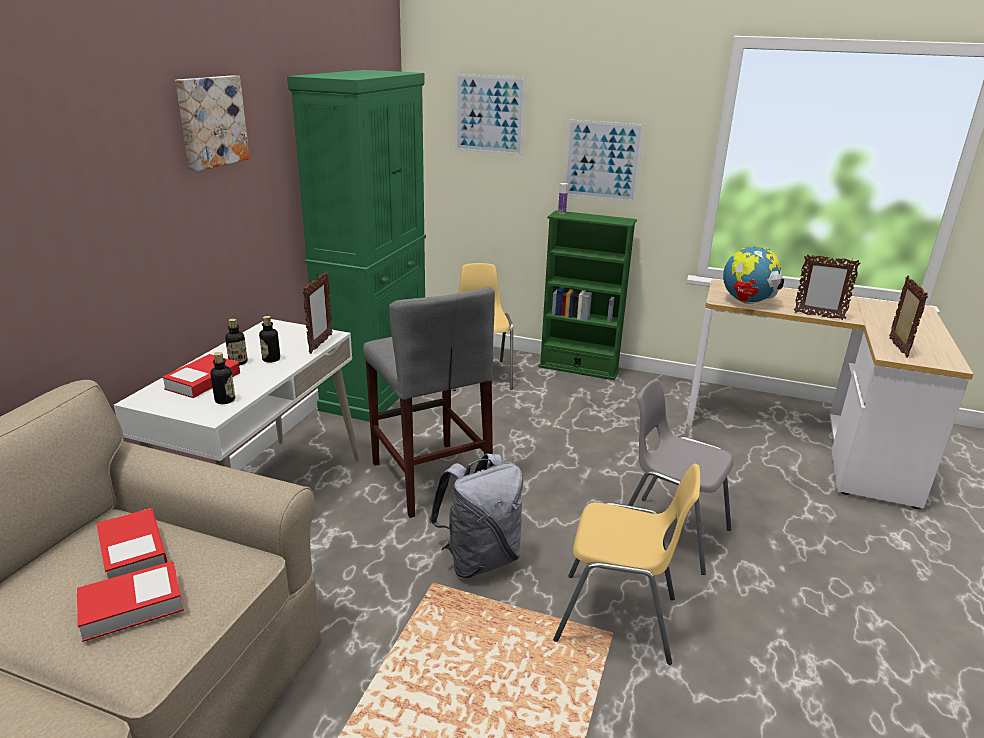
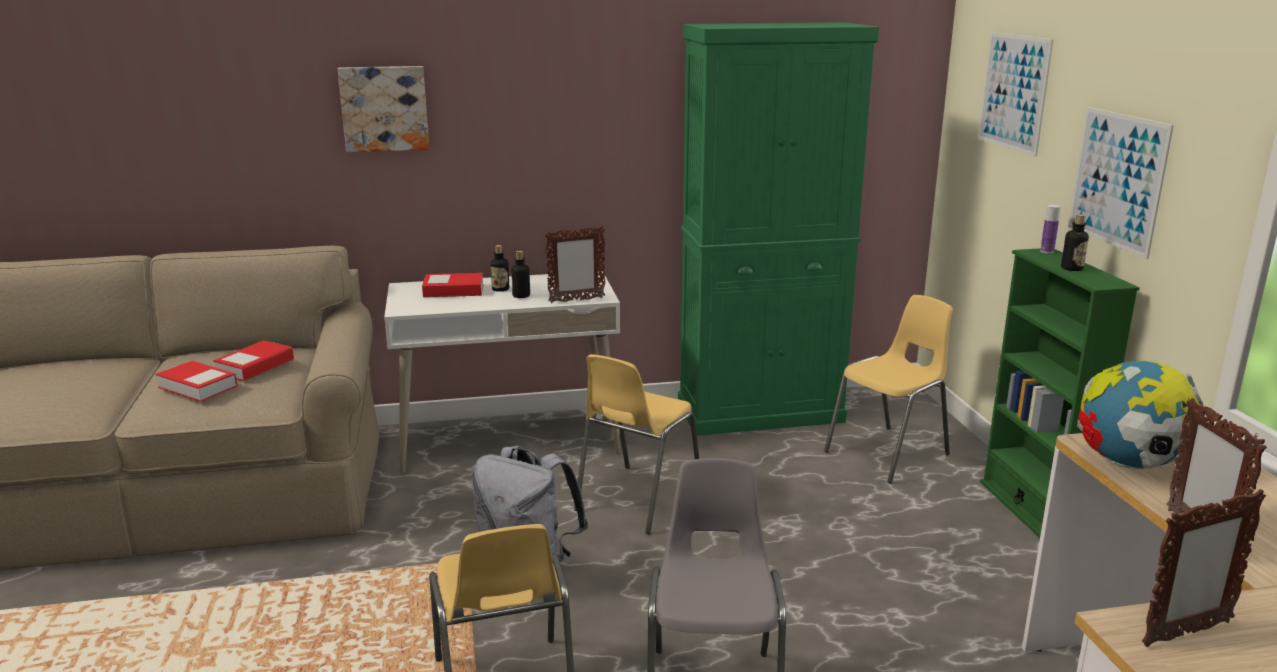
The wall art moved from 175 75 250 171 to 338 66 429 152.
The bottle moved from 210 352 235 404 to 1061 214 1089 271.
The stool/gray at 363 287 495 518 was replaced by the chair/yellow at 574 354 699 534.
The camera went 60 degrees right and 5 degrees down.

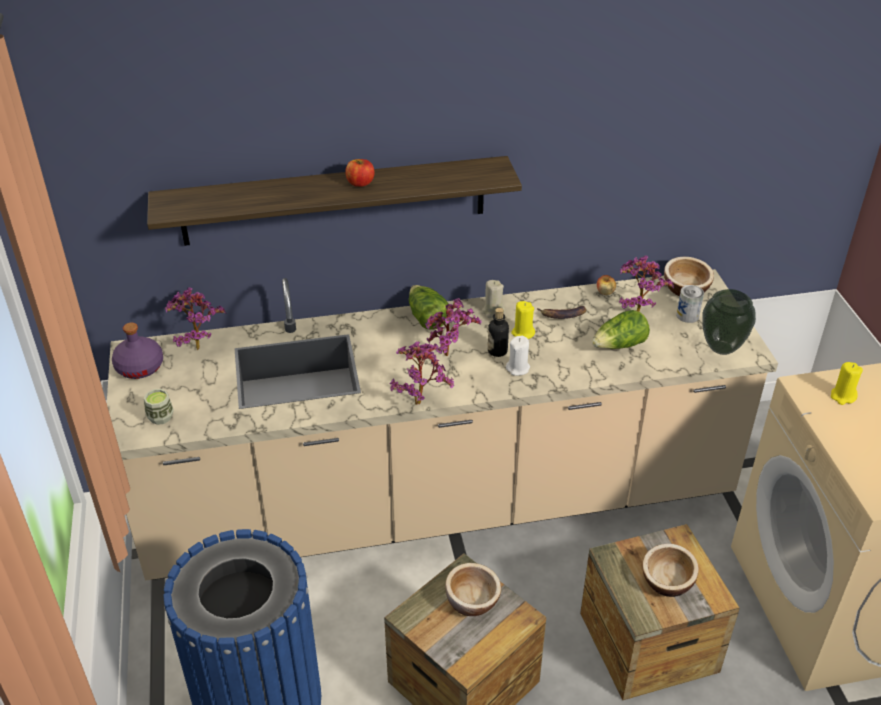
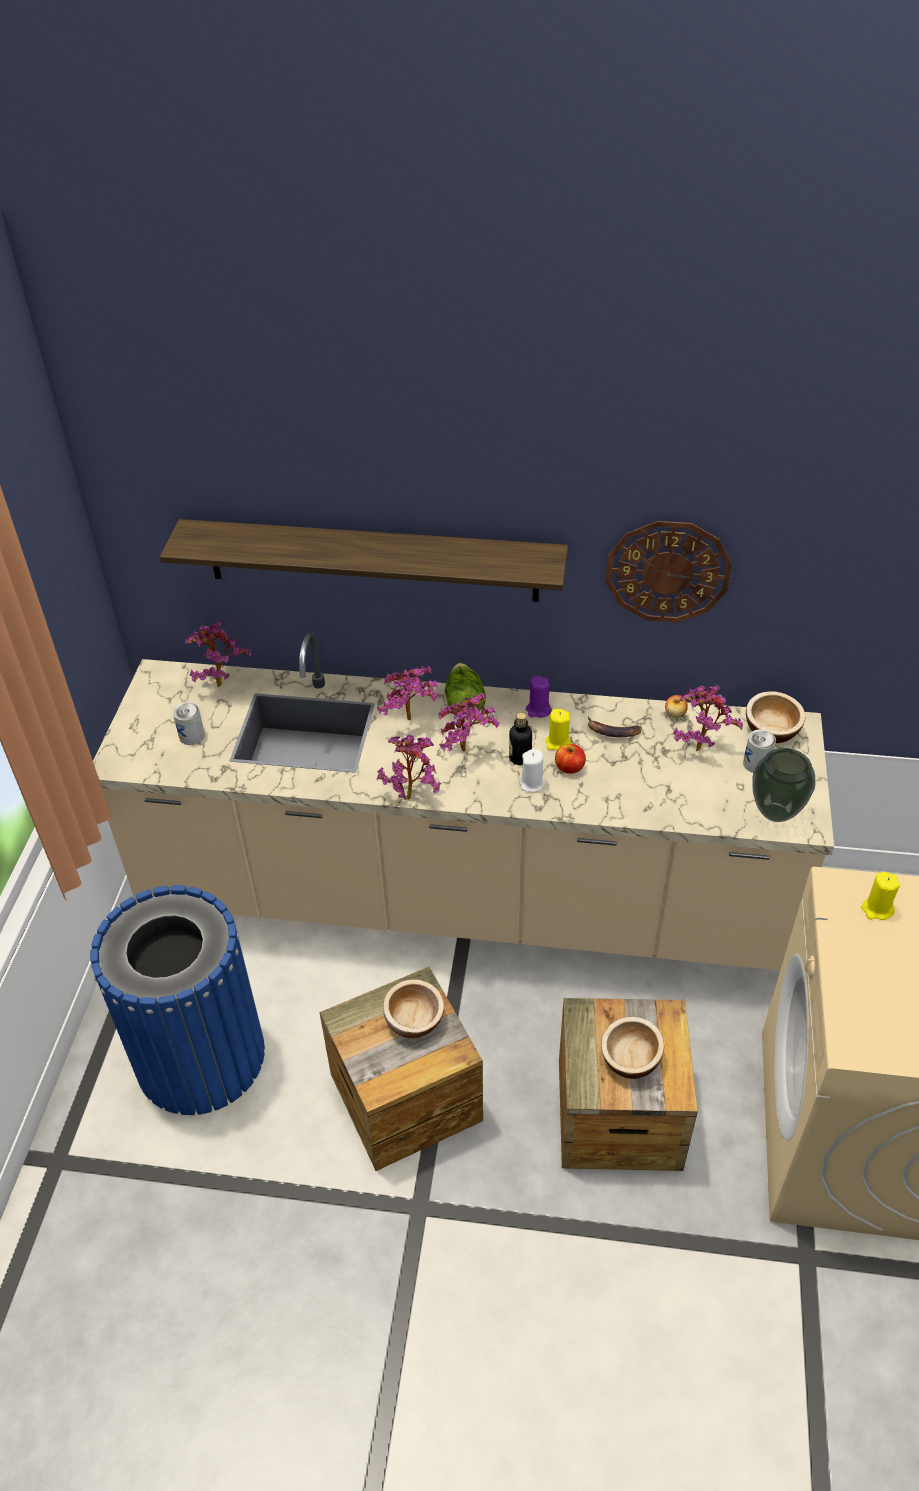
The bottle/purplish at 112 323 163 379 disappeared.
The drinking cup at 144 389 174 425 disappeared.
The lettuce head at 592 310 650 349 disappeared.
The metal can at 173 702 205 745 appeared.
The potted plant at 377 665 438 721 appeared.
The clock on the wall at 606 521 732 623 appeared.
The apple fruit moved from 345 159 375 187 to 555 744 586 774.
The wax candle/sand-coloured at 482 280 505 318 became the wax candle/purplish at 526 676 552 718.
The camera went 20 degrees right and 5 degrees up.

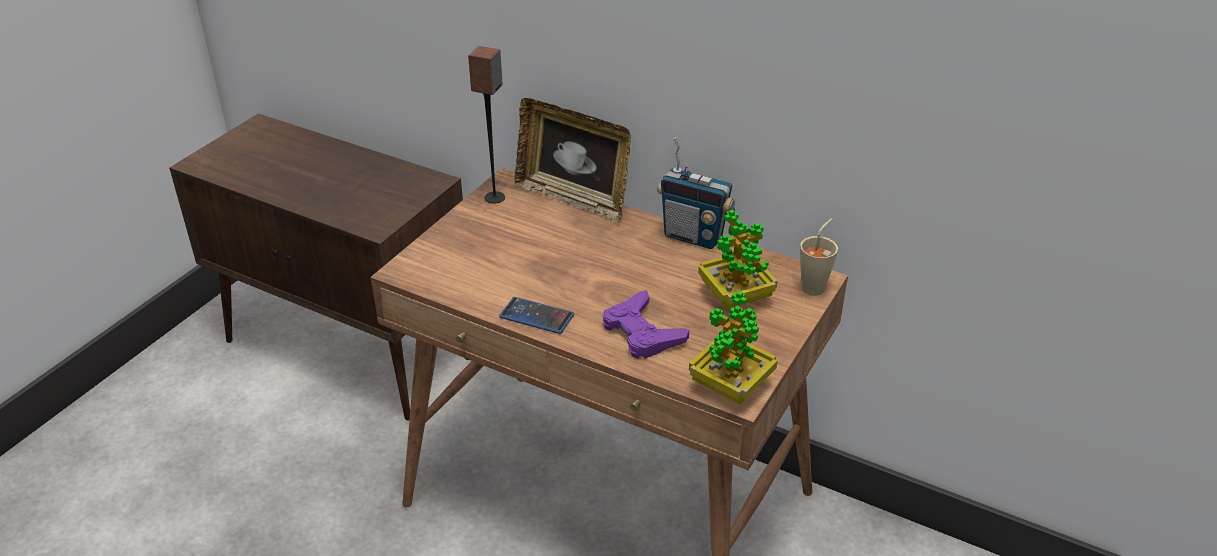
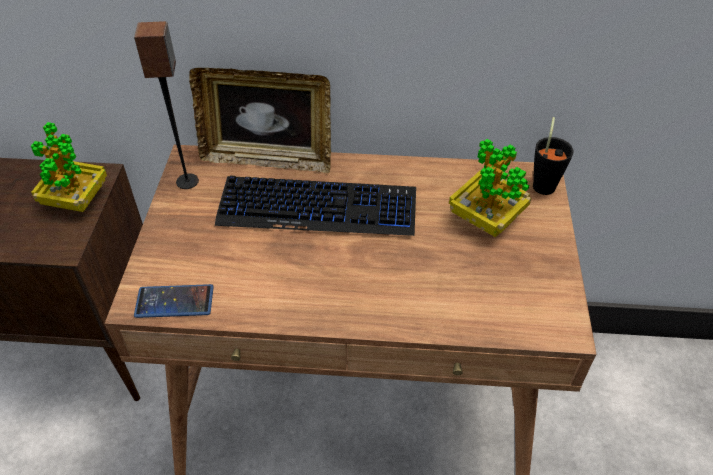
The gamepad/purplish at 603 290 689 359 disappeared.
The radio receiver at 657 137 735 249 disappeared.
The keyboard at 215 175 416 236 appeared.
The handset moved from 499 297 574 334 to 134 284 214 318.
The potted plant moved from 689 291 777 404 to 31 122 107 212.
The drinking cup/sand-coloured at 800 218 838 296 became the drinking cup/black at 533 117 574 195.
The camera went 25 degrees left and 10 degrees up.

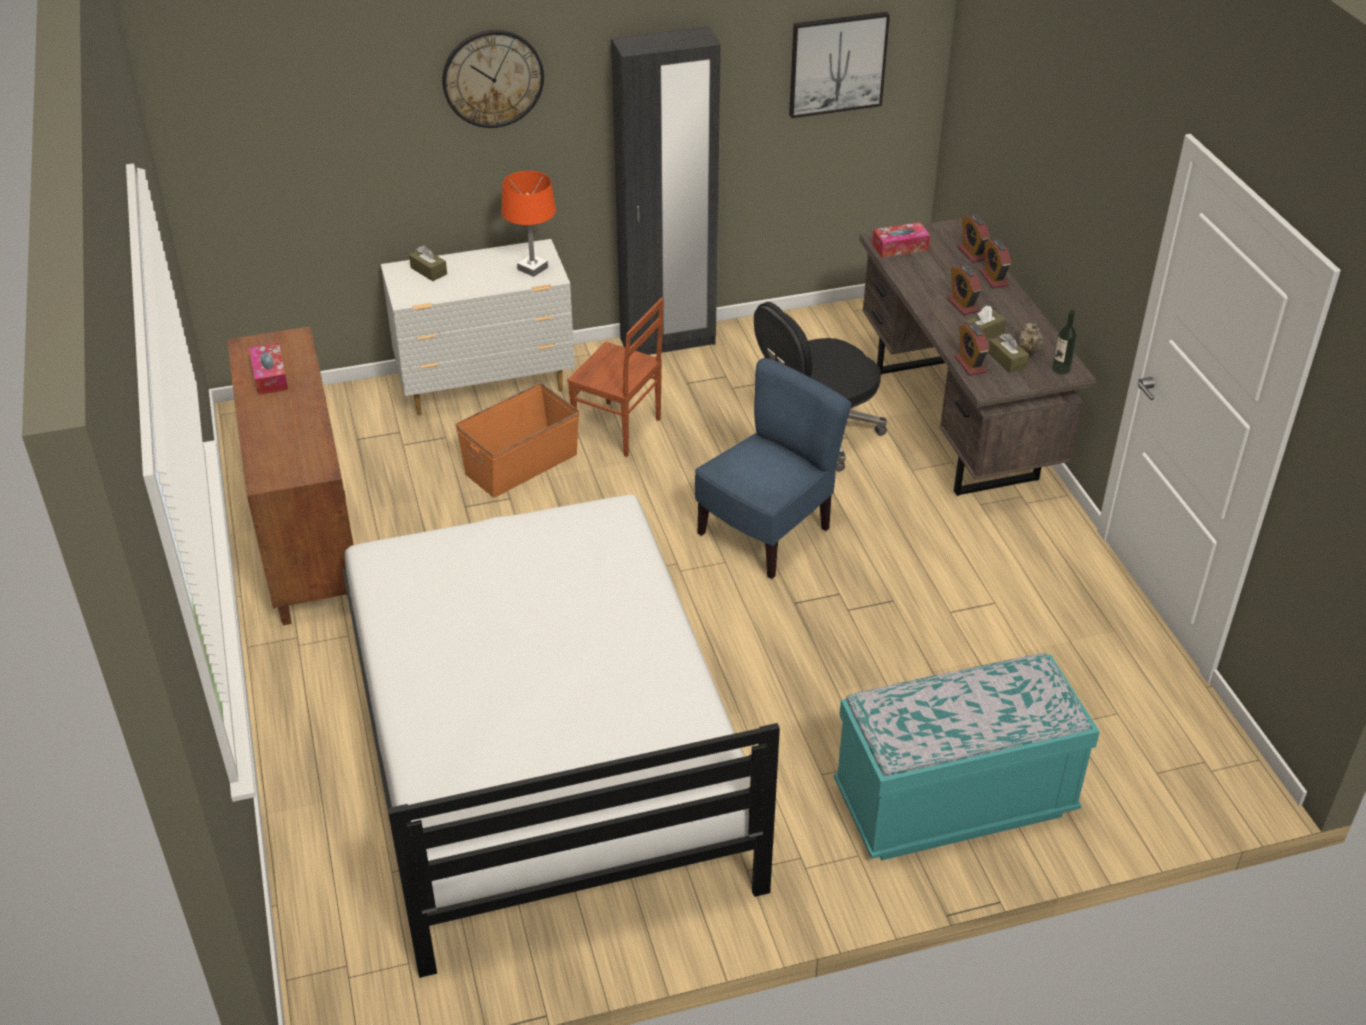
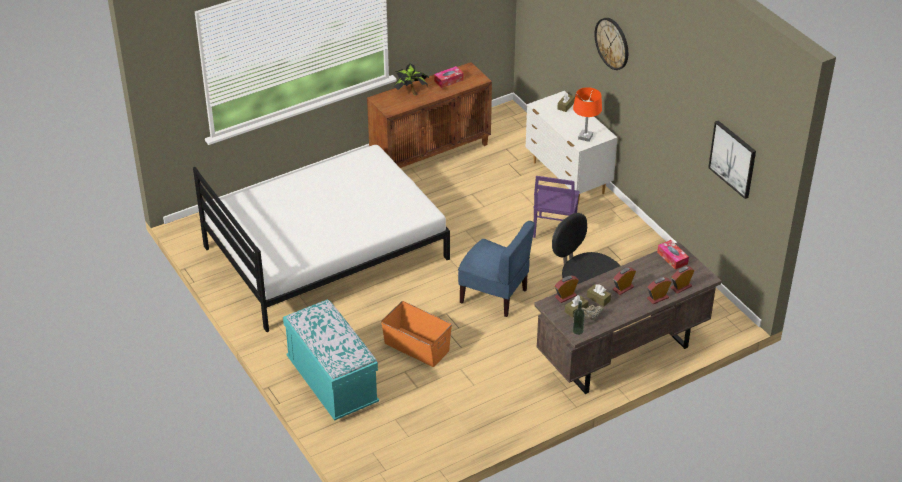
The clothes cupboard/black at 611 26 721 355 disappeared.
The potted plant at 394 64 429 96 appeared.
The storage box/orange moved from 456 383 579 498 to 381 301 452 367.
The chair/brown-coloured at 567 298 664 457 became the chair/purplish at 533 176 580 238.
The camera went 75 degrees right and 0 degrees up.

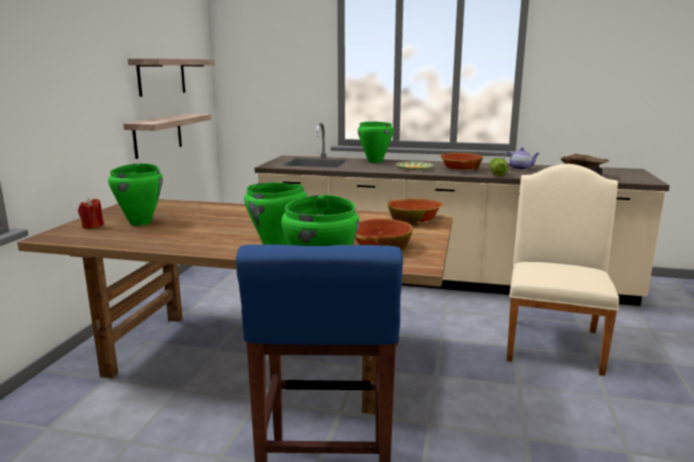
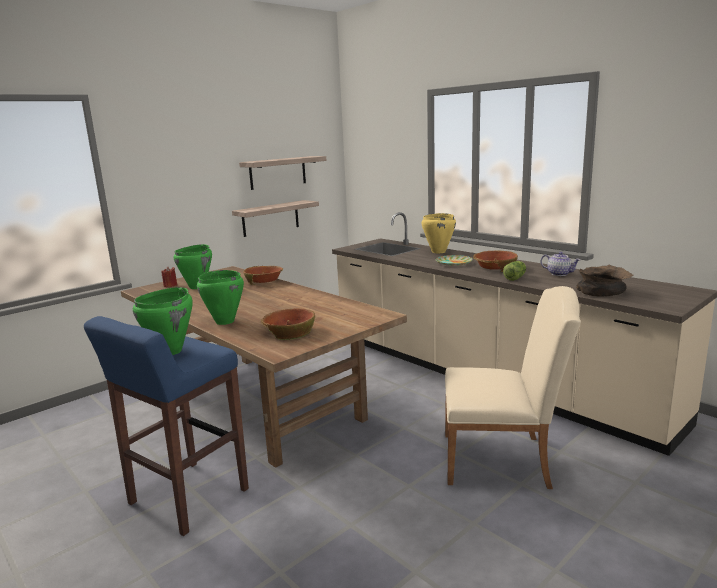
The deep dish moved from 388 198 443 225 to 243 265 284 285.
The stockpot/greenish at 358 121 394 163 became the stockpot/yellow at 422 213 456 253.
The chair/sand-coloured at 507 164 619 376 turned 45 degrees clockwise.
The camera went 35 degrees right and 0 degrees up.

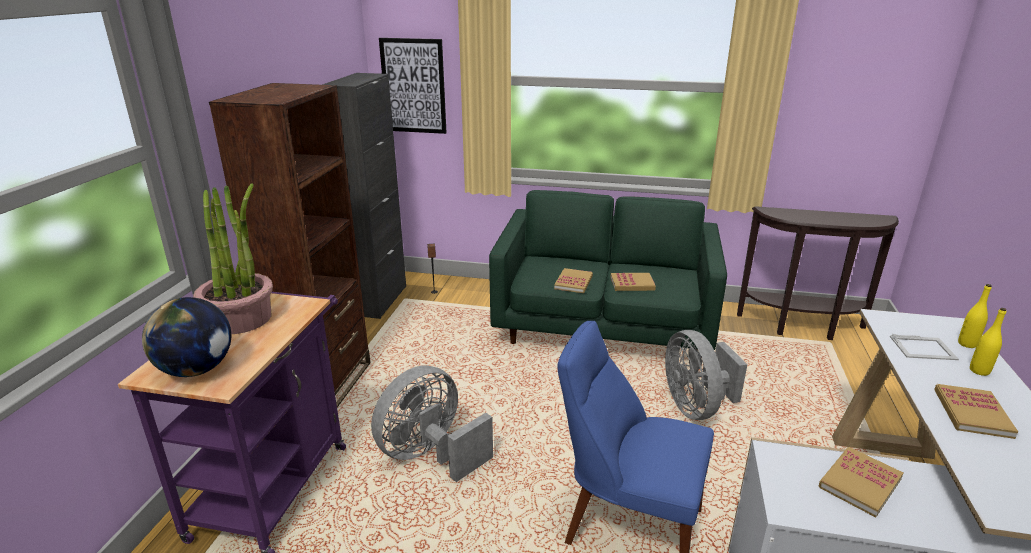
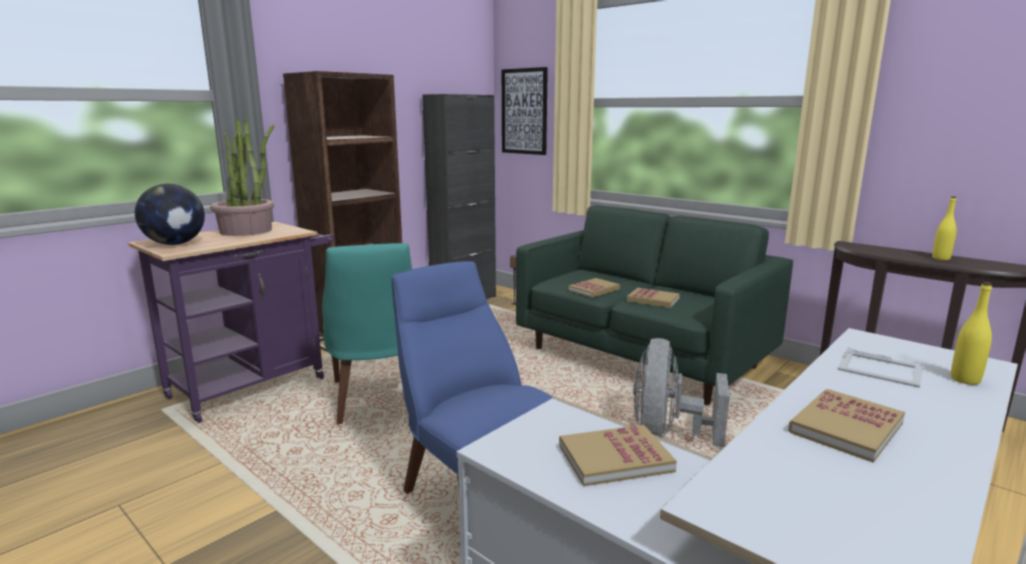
The bottle/yellow moved from 970 308 1006 376 to 932 196 957 260.
The cooling fan/gray at 371 365 493 482 was replaced by the chair/turquoise at 322 243 412 424.
The camera went 30 degrees right and 10 degrees down.

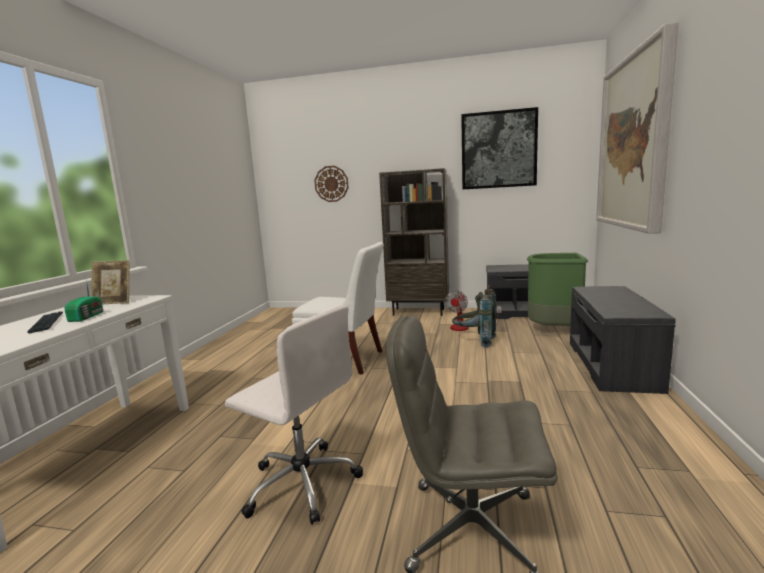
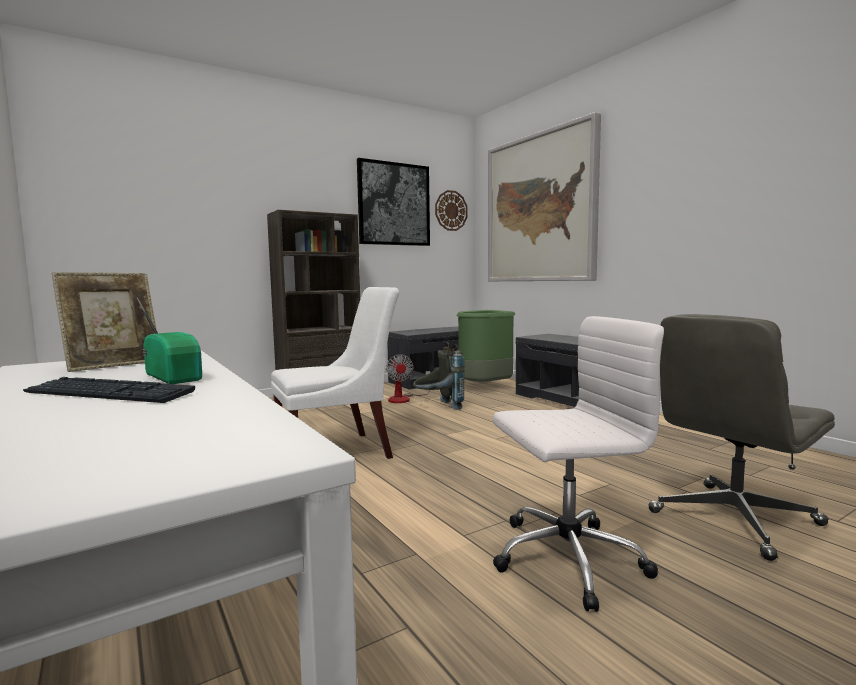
The clock on the wall moved from 314 166 349 202 to 435 190 468 231.
The camera went 45 degrees left and 5 degrees down.

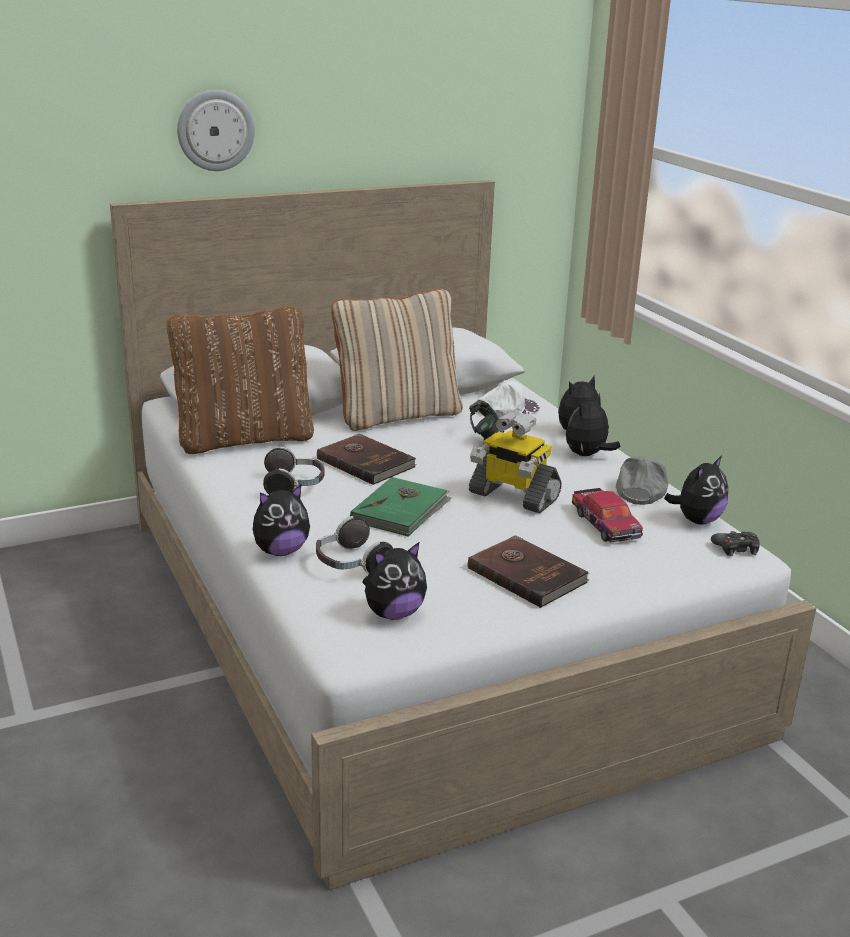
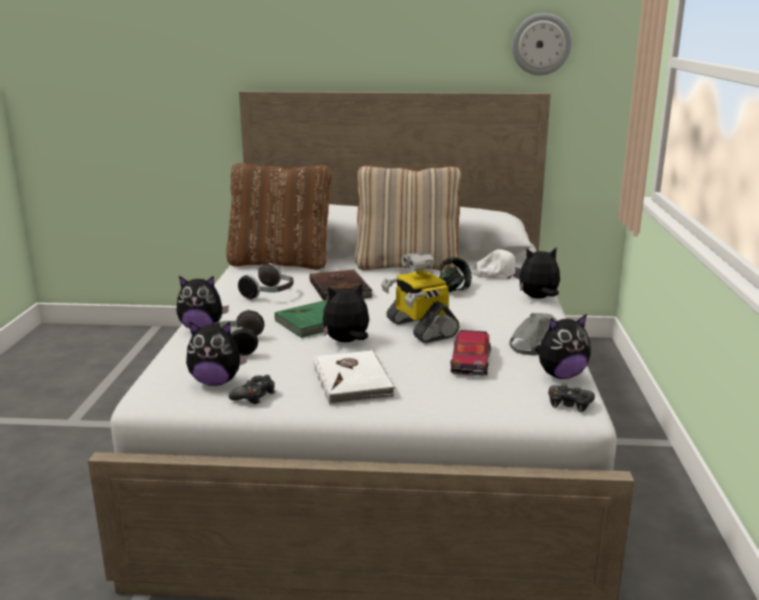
The gamepad/black at 229 375 275 404 appeared.
The clock on the wall moved from 177 90 255 171 to 512 13 572 75.
The plush toy moved from 566 393 621 456 to 323 282 369 342.
The volume/brown-coloured at 468 535 589 608 became the volume/whitish at 313 350 395 405.
The camera went 30 degrees right and 5 degrees down.

